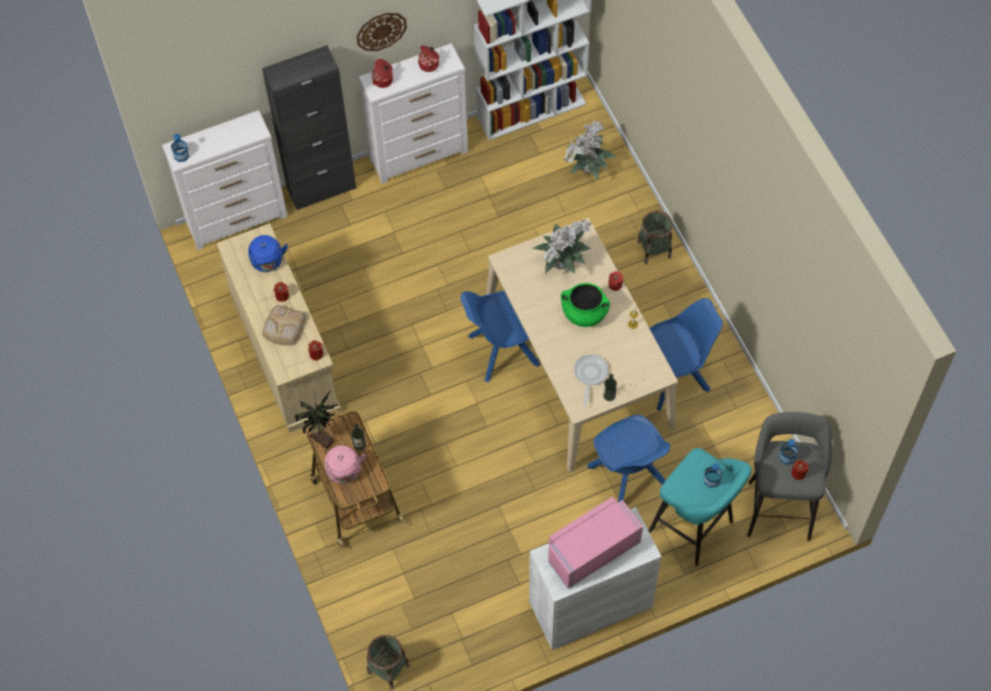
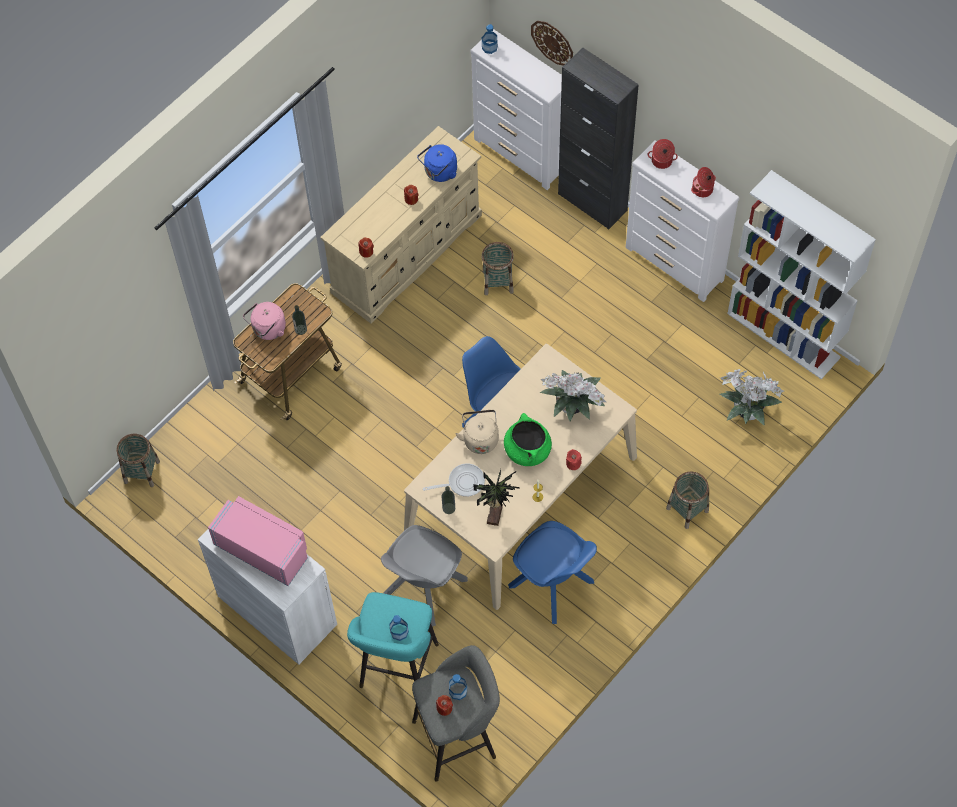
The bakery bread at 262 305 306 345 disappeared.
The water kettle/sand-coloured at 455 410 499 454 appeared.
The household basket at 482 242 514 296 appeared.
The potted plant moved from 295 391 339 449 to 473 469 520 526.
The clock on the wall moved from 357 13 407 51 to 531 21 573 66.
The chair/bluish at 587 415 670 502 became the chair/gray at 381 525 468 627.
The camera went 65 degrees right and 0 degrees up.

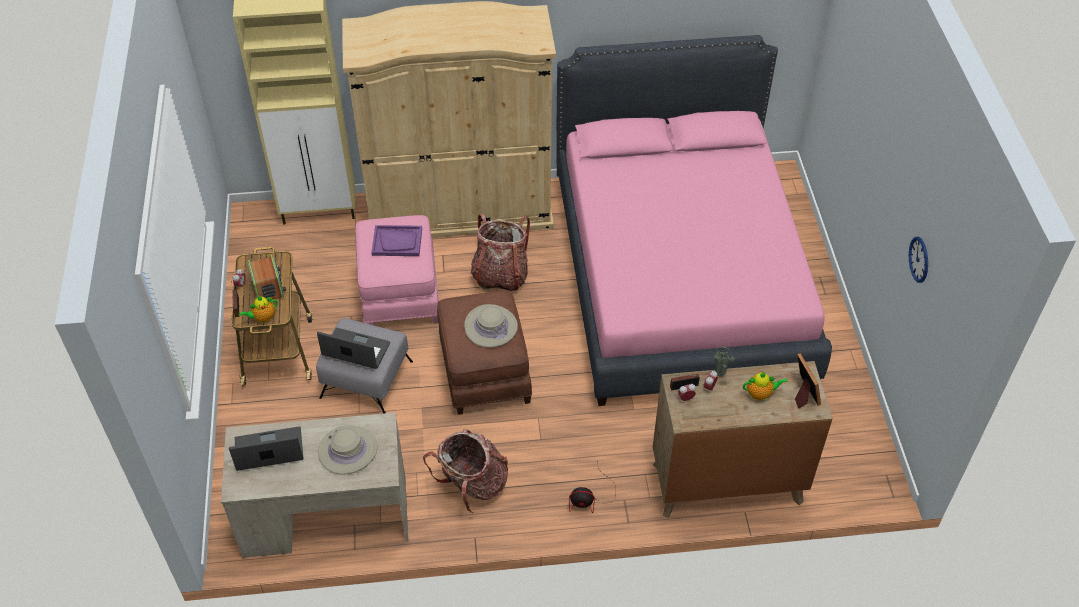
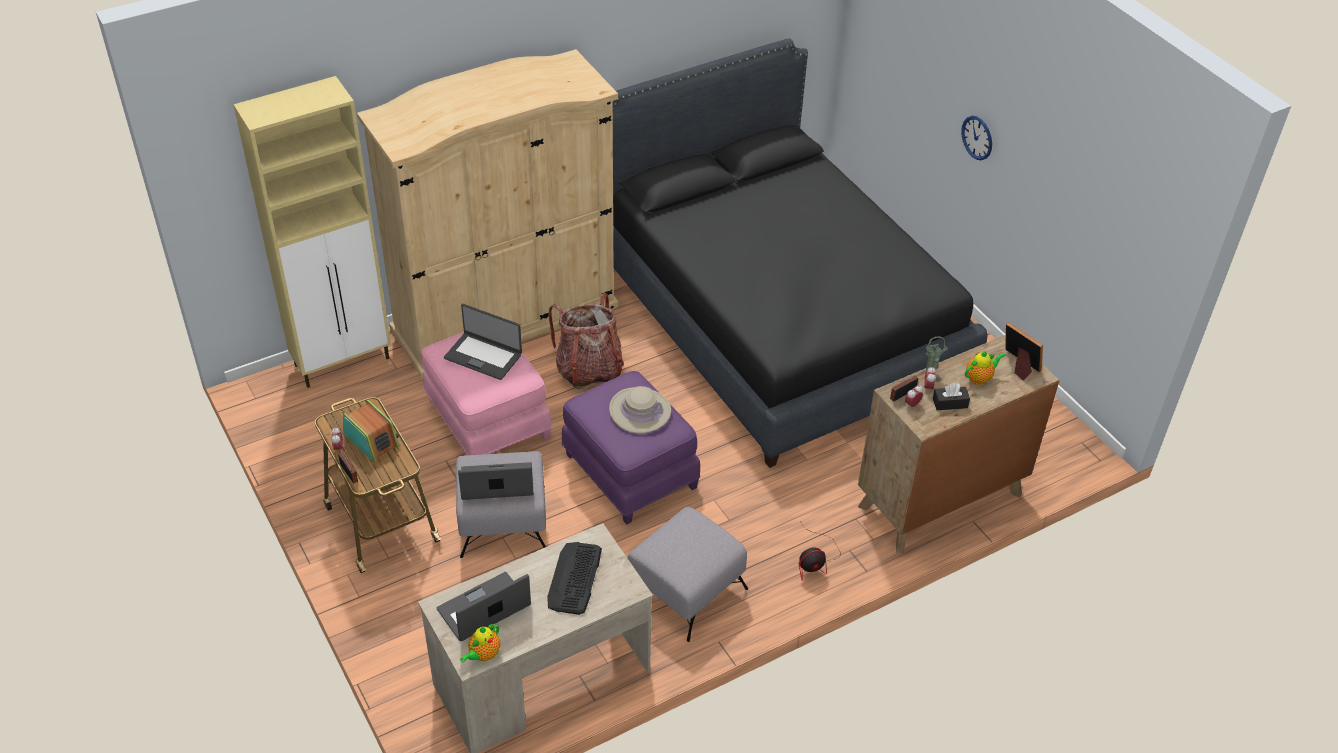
The box of tissues/black at 933 383 970 410 appeared.
The pot for tea moved from 239 296 278 322 to 460 624 500 663.
The clock on the wall moved from 909 237 928 283 to 961 116 992 160.
The clothing hat/sand-coloured at 318 425 377 475 was replaced by the keyboard at 547 542 602 615.
The serving tray/purplish at 371 225 422 256 was replaced by the laptop at 444 304 522 380.
The rucksack at 423 429 508 513 was replaced by the ottoman/gray at 628 507 748 642.
The ottoman/brown-coloured at 437 290 532 415 became the ottoman/purplish at 562 371 700 524.
The bed/pink-coloured at 556 35 832 406 became the bed/black at 613 38 988 468.
The camera went 25 degrees left and 5 degrees down.

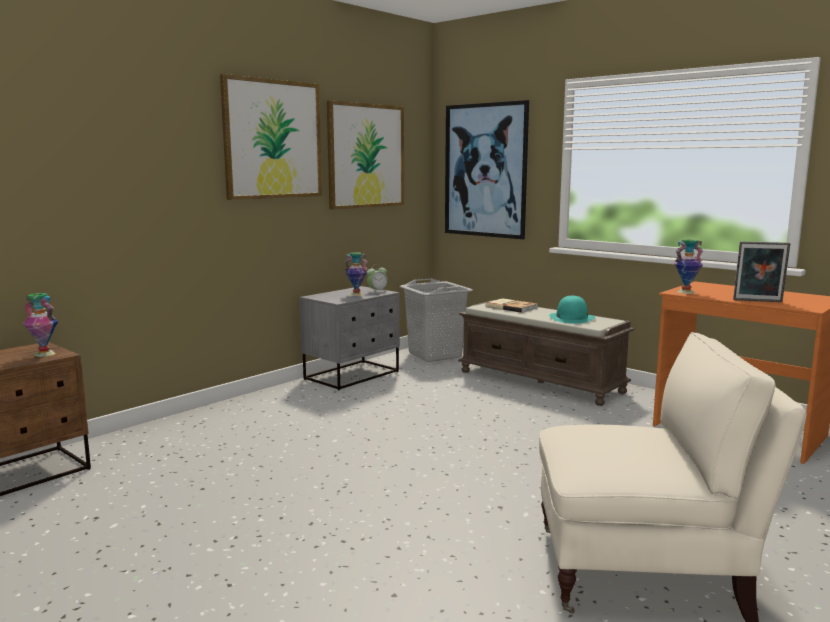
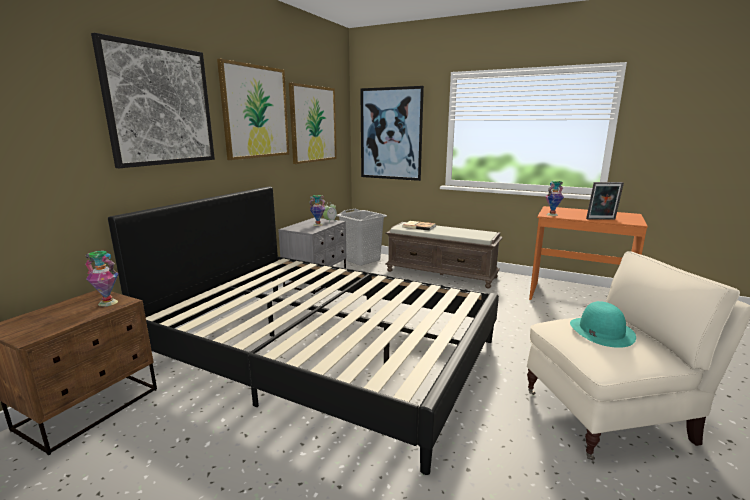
The wall art at 91 33 215 168 appeared.
The bed/black at 108 186 499 475 appeared.
The clothing hat/turquoise moved from 549 296 595 324 to 570 301 636 348.
The camera went 15 degrees left and 5 degrees up.

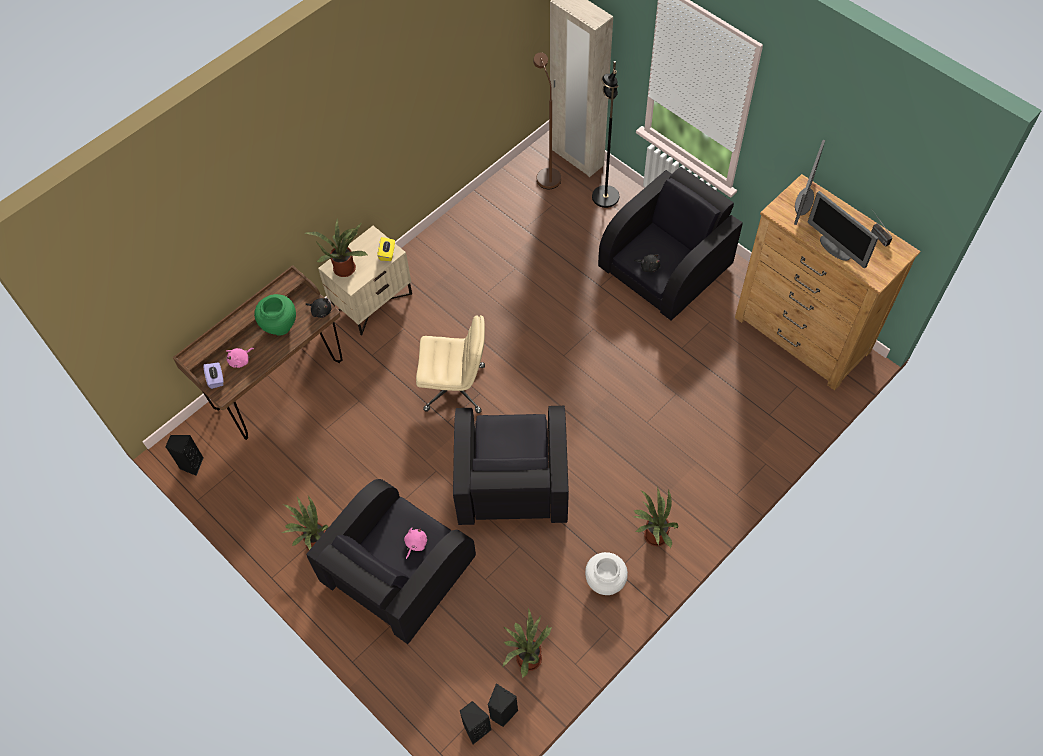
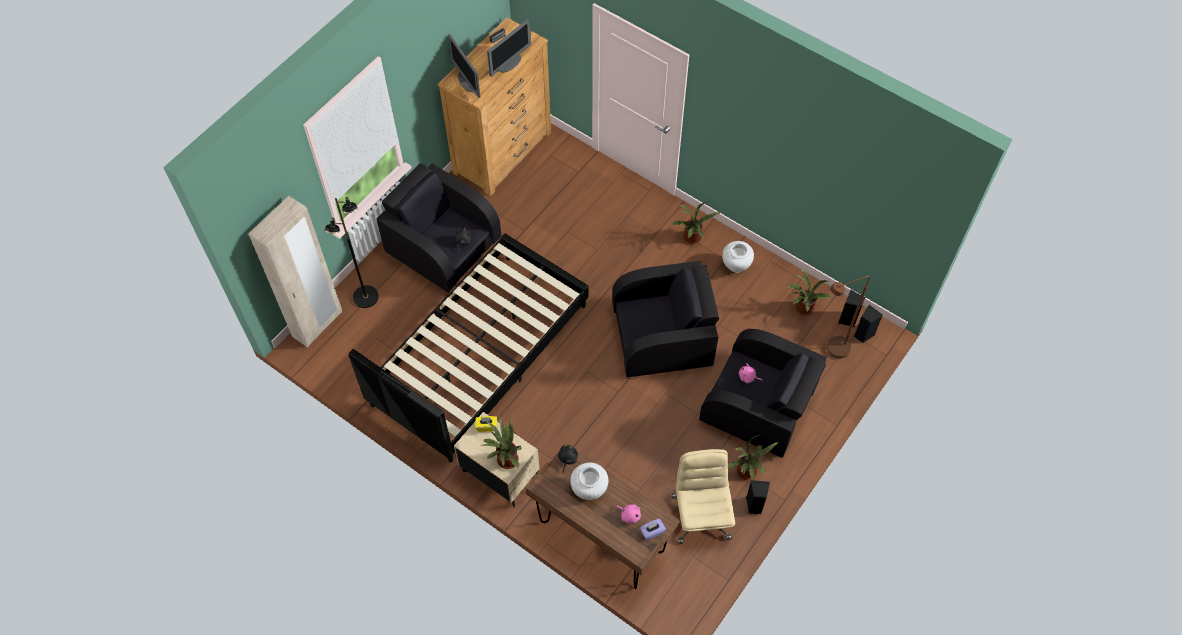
The bed/black at 348 234 589 463 appeared.
The loudspeaker/black moved from 165 435 204 476 to 746 480 770 514.
The office chair/sand-coloured moved from 416 315 485 413 to 672 449 735 544.
The standard lamp/brown-coloured moved from 533 52 561 189 to 827 276 870 358.
The vase/greenish at 254 294 296 336 became the vase/whitish at 570 463 609 500.
The computer screen at 794 140 825 225 turned 45 degrees clockwise.
The camera went 100 degrees left and 0 degrees up.

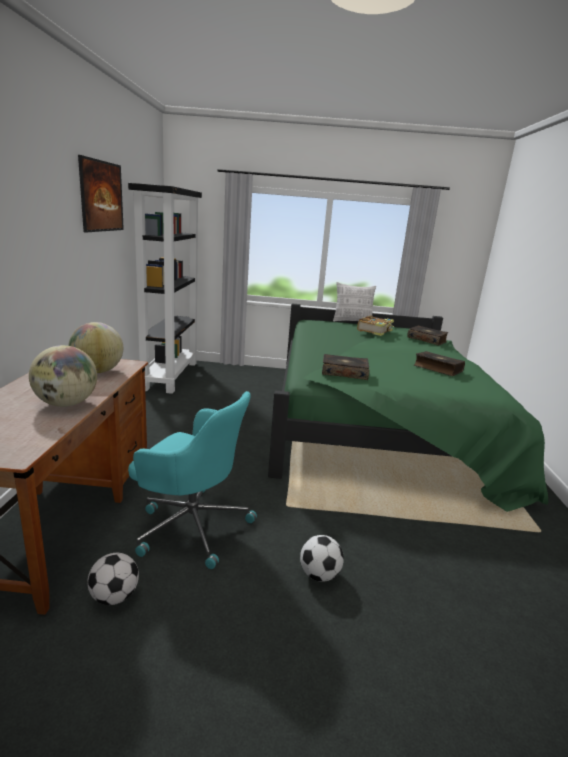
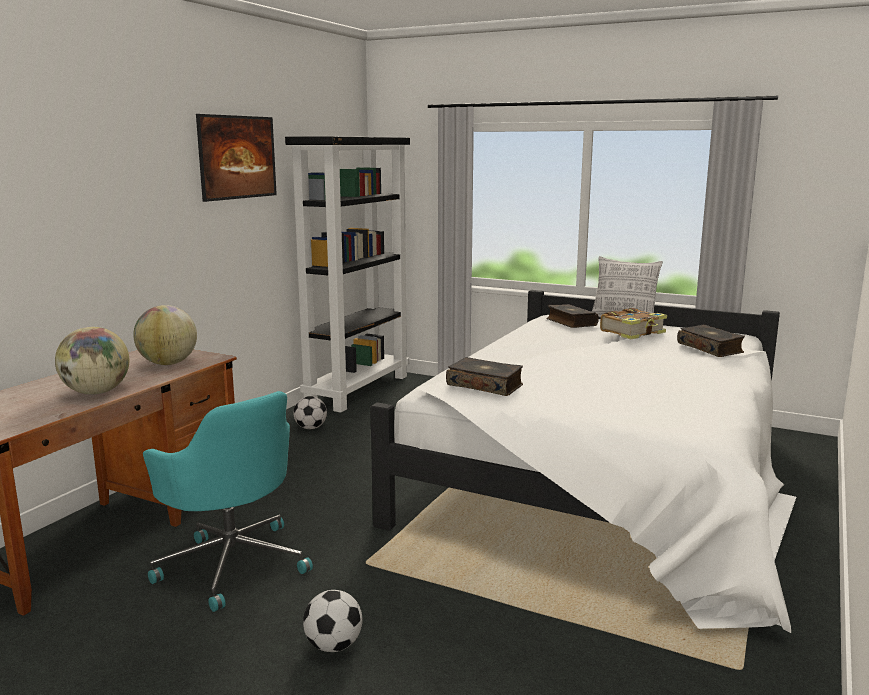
The football ball moved from 87 553 139 605 to 293 396 327 429.
The volume moved from 414 351 465 376 to 546 304 599 328.
The bed/greenish at 268 303 548 512 became the bed/whitish at 370 290 796 633.
The camera went 25 degrees right and 5 degrees down.

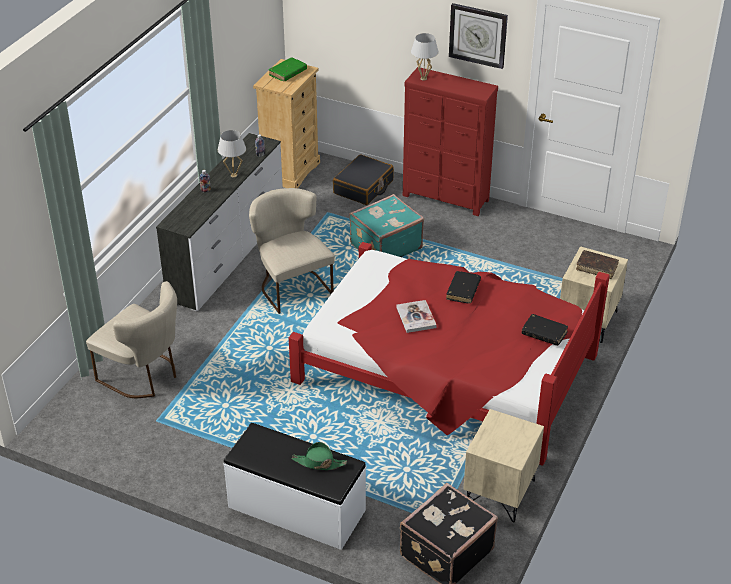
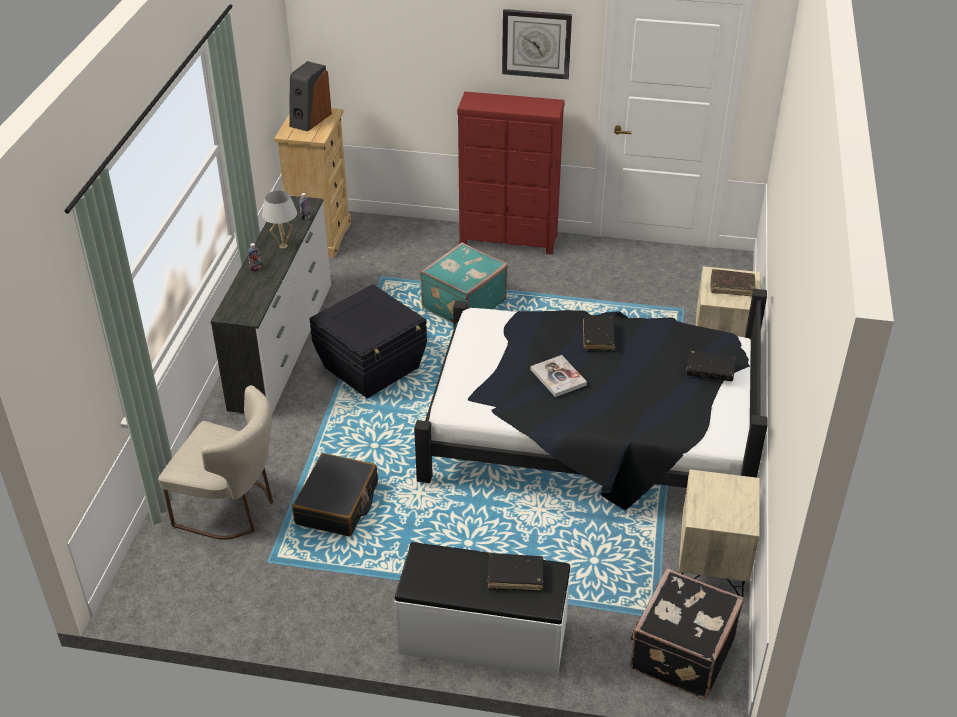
The table lamp/whitish at 411 33 439 81 disappeared.
The travel case/black moved from 333 154 394 205 to 292 453 378 537.
The chair/sand-coloured at 249 188 335 314 was replaced by the storage box/black at 309 284 427 398.
The volume/greenish at 269 57 307 81 was replaced by the loudspeaker at 289 61 332 131.
The clothing hat/greenish at 292 442 347 470 was replaced by the volume/black at 487 553 544 591.
The bed/red-coloured at 289 242 610 466 became the bed/black at 414 289 768 510.
The camera went 15 degrees left and 0 degrees up.

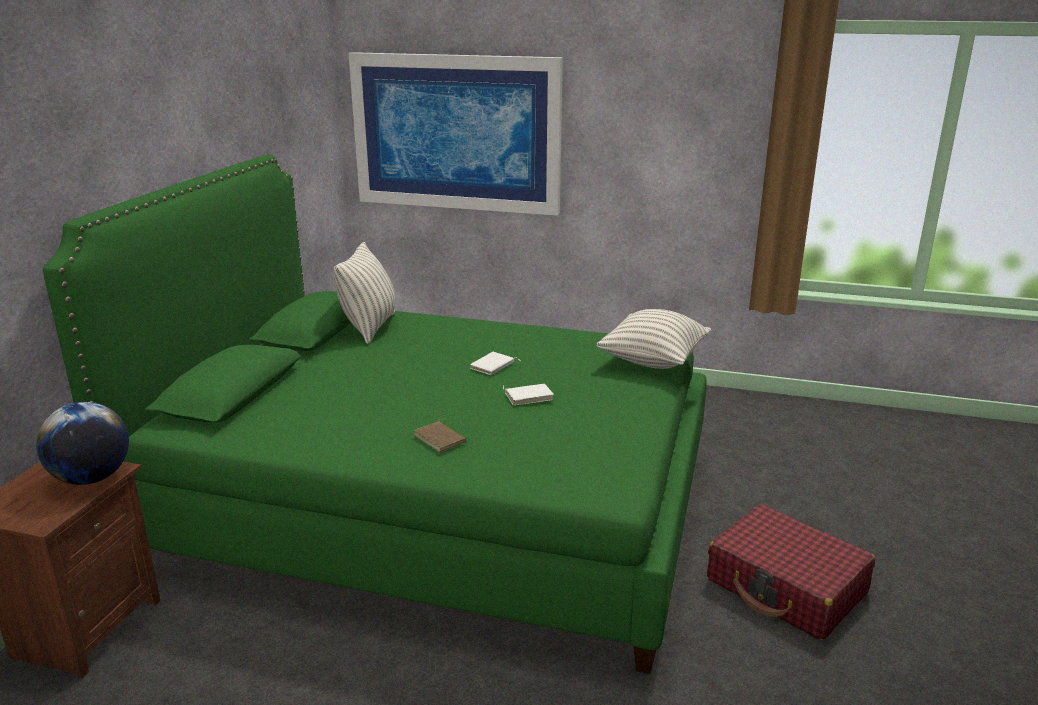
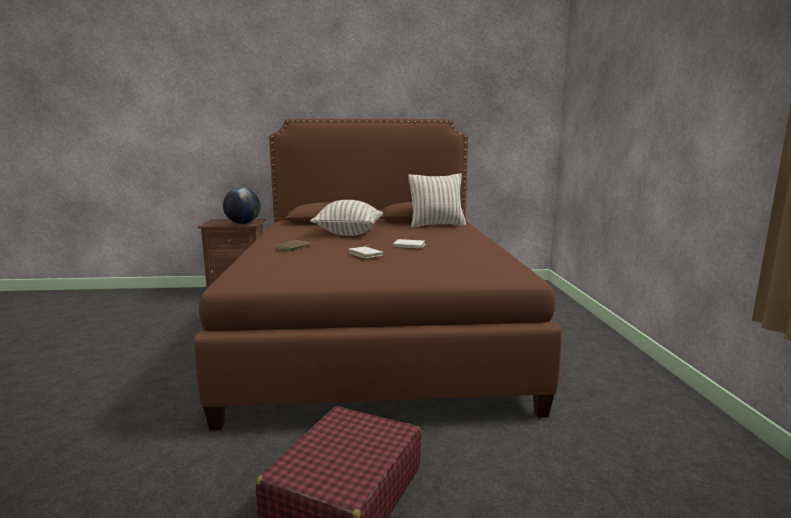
The wall art at 348 52 563 216 disappeared.
The pillow moved from 596 309 711 369 to 310 200 383 236.
The bed/greenish at 43 155 707 674 became the bed/brown-coloured at 194 119 562 430.
The camera went 70 degrees right and 10 degrees down.

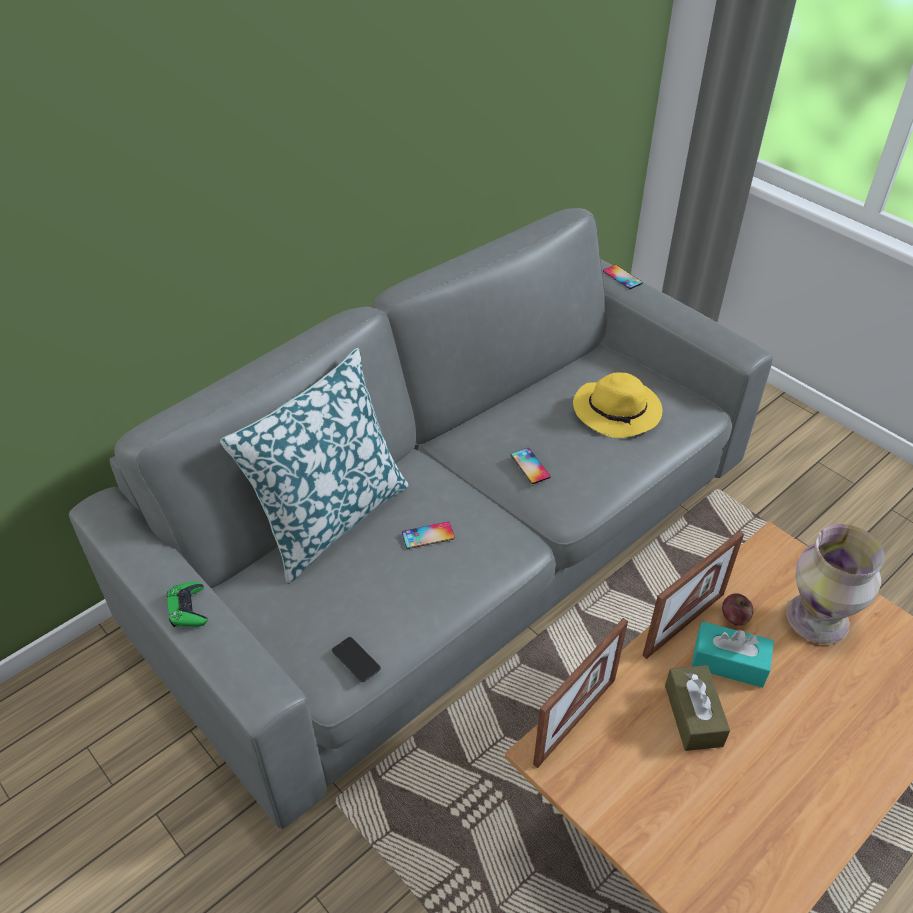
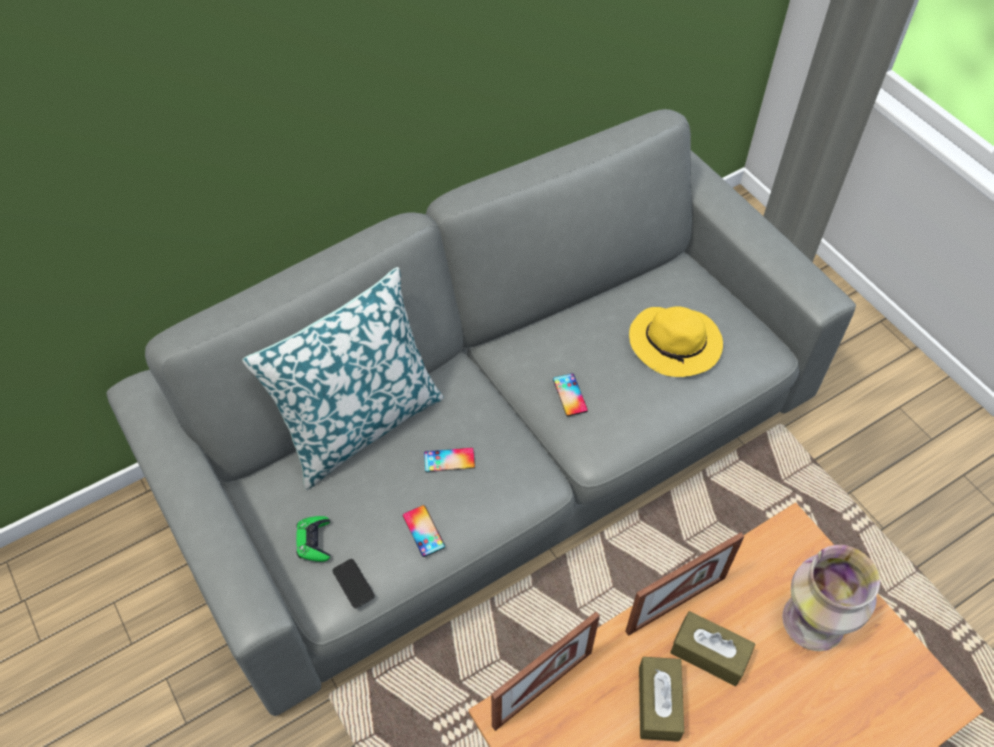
The apple fruit at 722 593 753 626 disappeared.
The gamepad/greenish moved from 167 582 208 627 to 296 516 331 562.
The handset moved from 603 265 643 289 to 403 505 445 557.
The box of tissues/turquoise at 692 622 774 688 became the box of tissues/brown-coloured at 670 611 755 686.
The camera went 10 degrees right and 10 degrees up.

